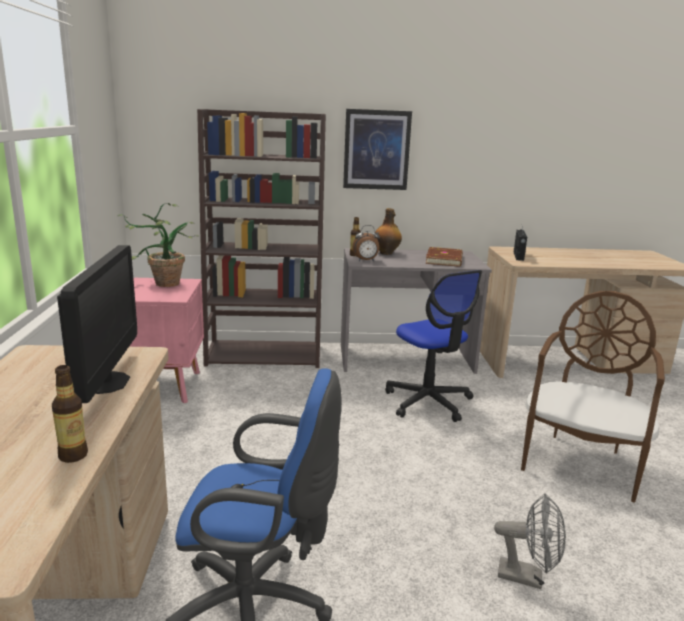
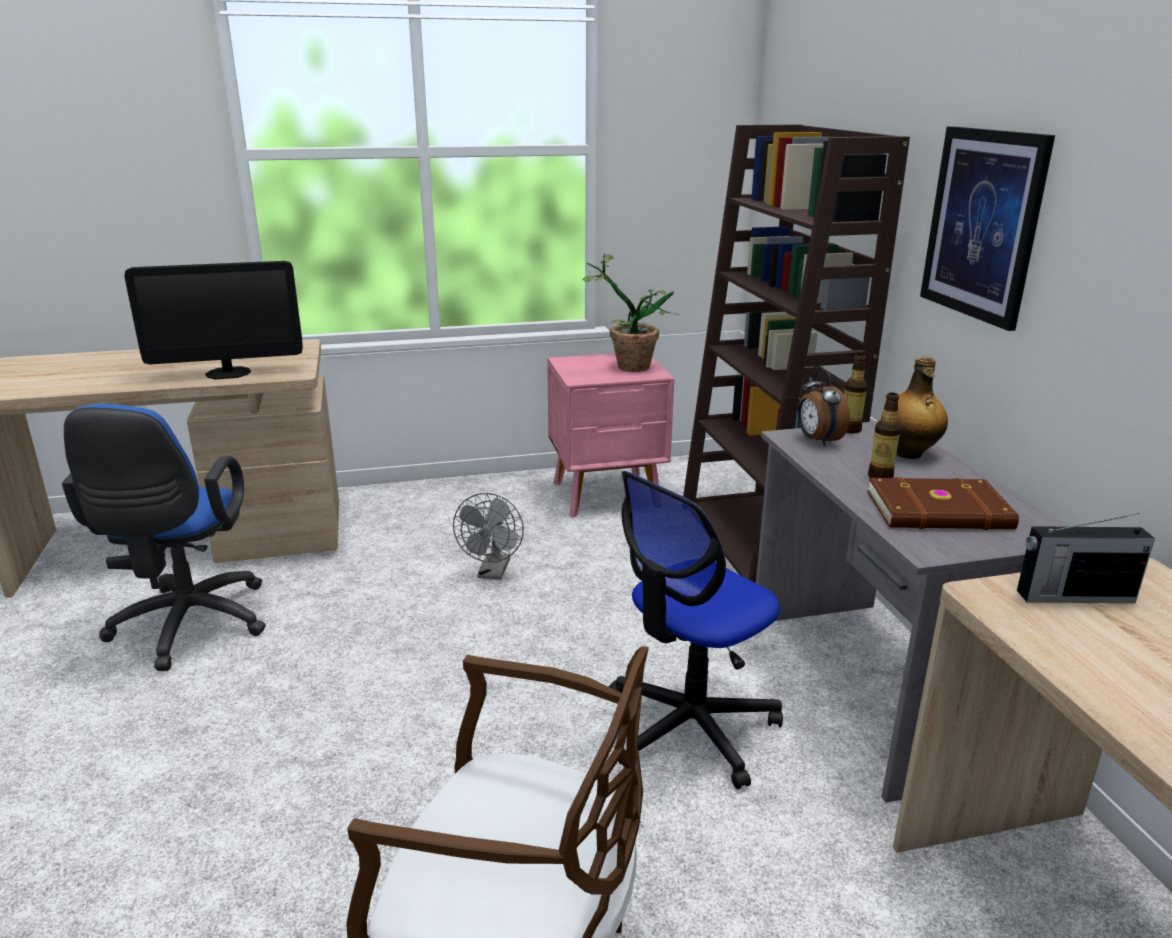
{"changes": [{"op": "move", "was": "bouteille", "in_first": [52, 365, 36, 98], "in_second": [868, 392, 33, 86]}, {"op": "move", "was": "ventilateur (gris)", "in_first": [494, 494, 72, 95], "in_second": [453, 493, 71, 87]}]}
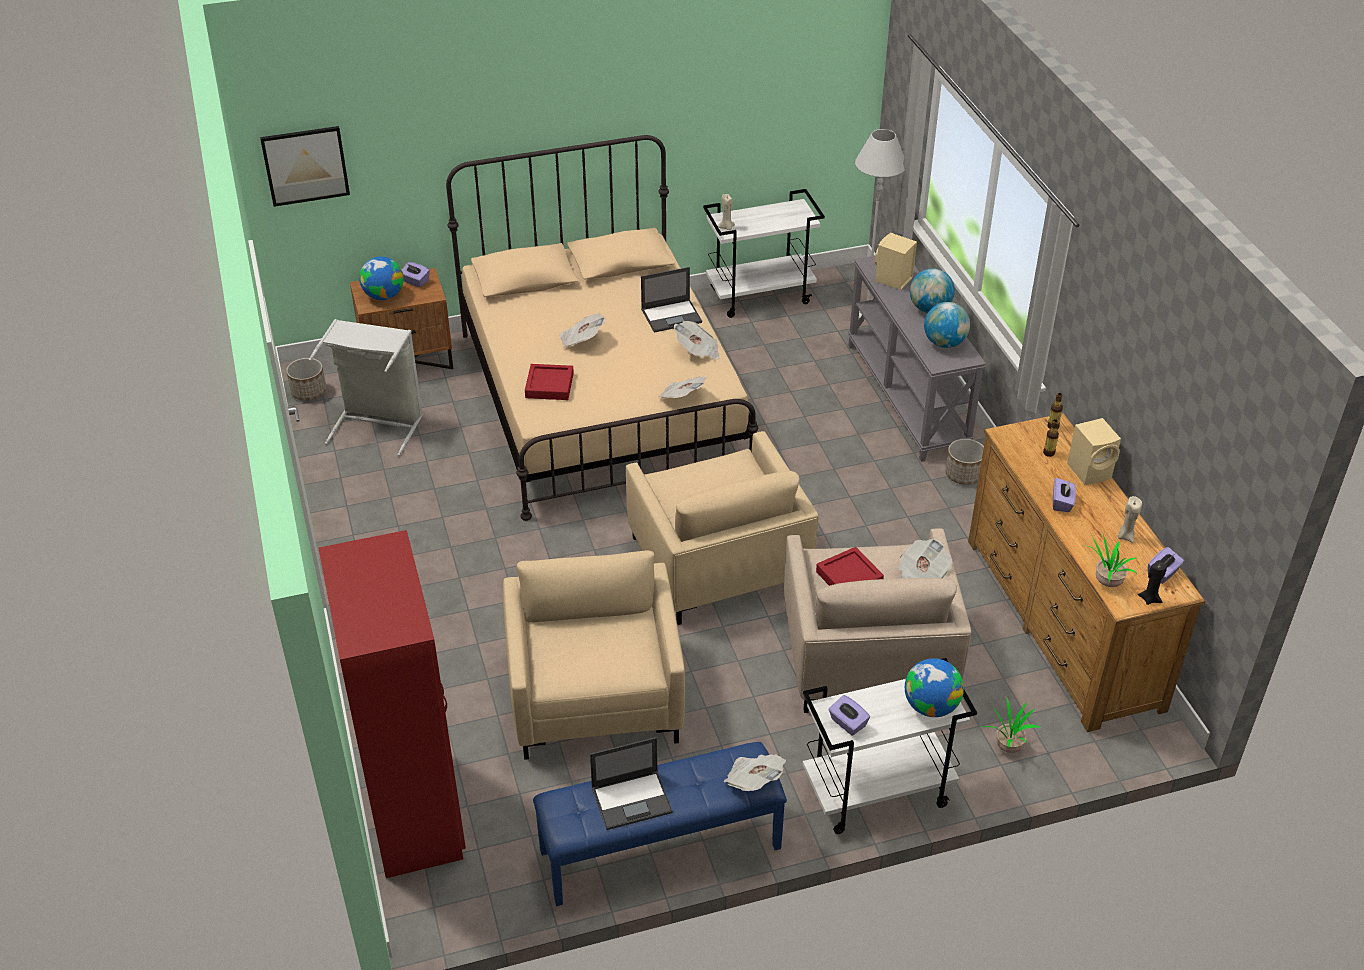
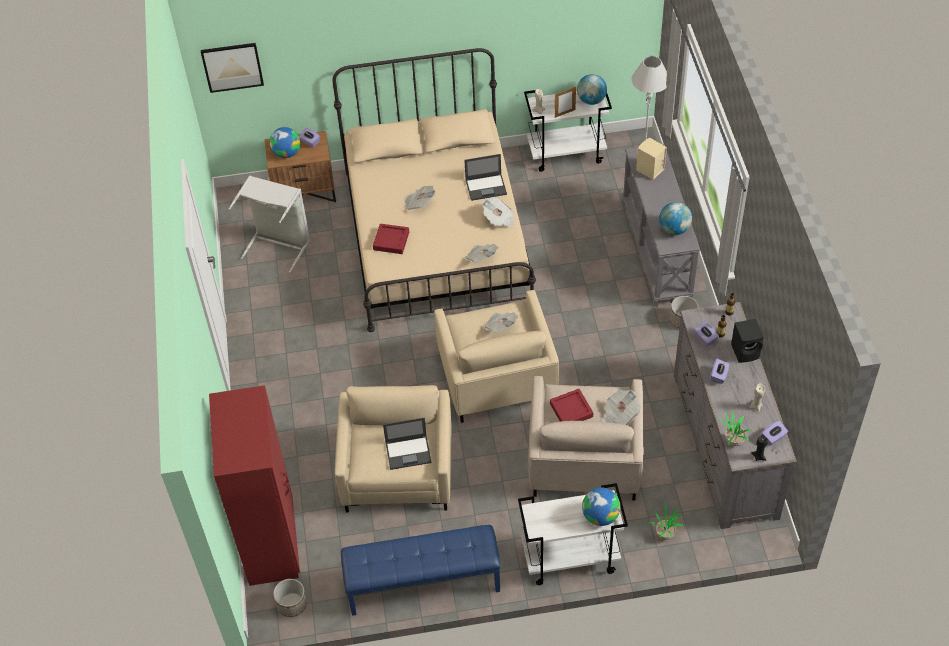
{"changes": [{"op": "move", "was": "cache-pot", "in_first": [286, 358, 40, 43], "in_second": [273, 579, 34, 38]}, {"op": "move", "was": "ordinateur portable", "in_first": [590, 737, 83, 93], "in_second": [383, 418, 48, 52]}, {"op": "move", "was": "journal", "in_first": [724, 754, 62, 37], "in_second": [483, 312, 36, 20]}, {"op": "move", "was": "boîte à mouchoirs (violet)", "in_first": [829, 695, 41, 41], "in_second": [694, 321, 25, 25]}, {"op": "move", "was": "globe", "in_first": [910, 268, 45, 45], "in_second": [577, 74, 30, 31]}, {"op": "recolor", "was": "commode (marron)", "now": "commode (gris)", "in_first": [968, 413, 238, 319], "in_second": [674, 302, 123, 227]}, {"op": "recolor", "was": "enceinte (beige)", "now": "enceinte (noir)", "in_first": [1067, 418, 54, 67], "in_second": [731, 319, 33, 44]}, {"op": "insert", "now": "cadre photo", "in_second": [555, 87, 21, 31]}]}
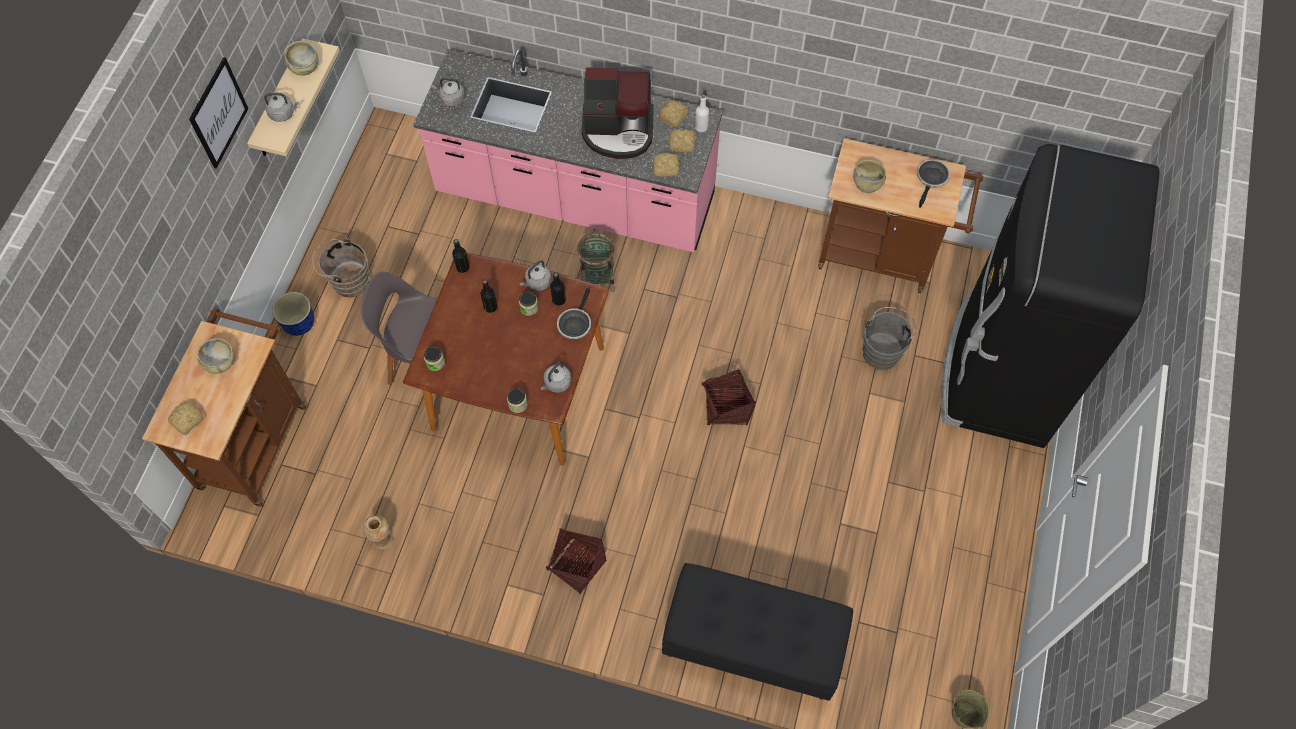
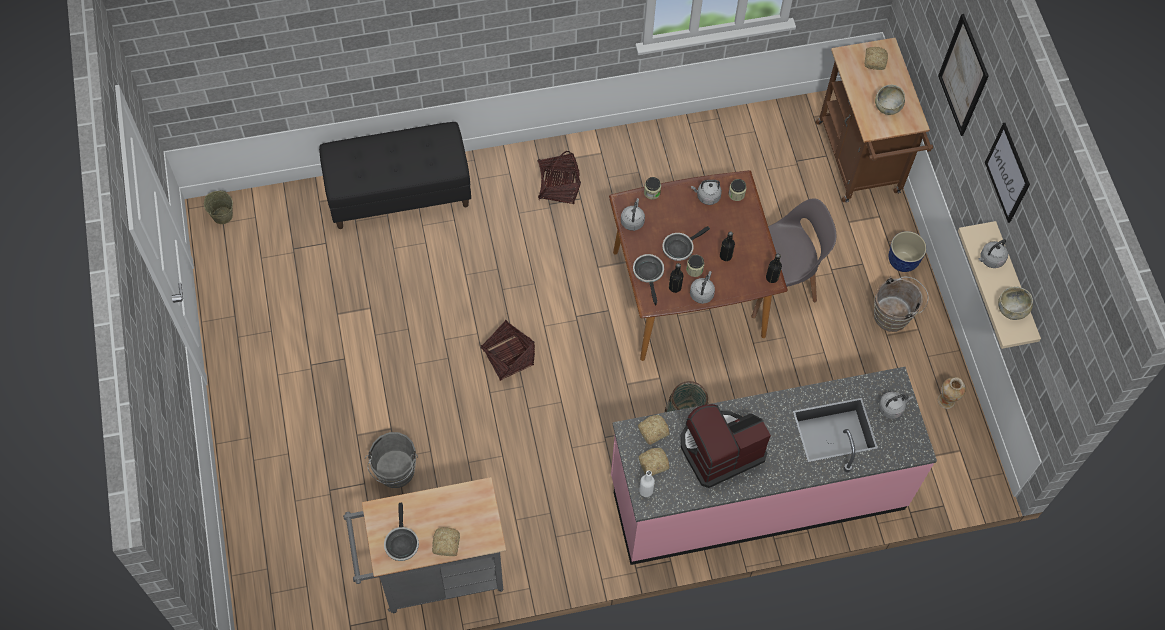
{"changes": [{"op": "move", "was": "vase", "in_first": [363, 515, 30, 34], "in_second": [938, 377, 28, 32]}, {"op": "move", "was": "pain", "in_first": [658, 100, 31, 27], "in_second": [432, 527, 28, 29]}, {"op": "recolor", "was": "chariot (marron)", "now": "chariot (gris)", "in_first": [818, 138, 165, 155], "in_second": [343, 477, 163, 136]}, {"op": "delete", "was": "bol (beige)", "in_first": [853, 160, 33, 33]}, {"op": "delete", "was": "réfrigérateur (noir)", "in_first": [941, 144, 218, 304]}, {"op": "insert", "now": "poêle", "in_second": [662, 226, 48, 35]}, {"op": "insert", "now": "bouilloire (gris)", "in_second": [691, 180, 31, 25]}, {"op": "insert", "now": "tableau", "in_second": [938, 14, 51, 122]}]}
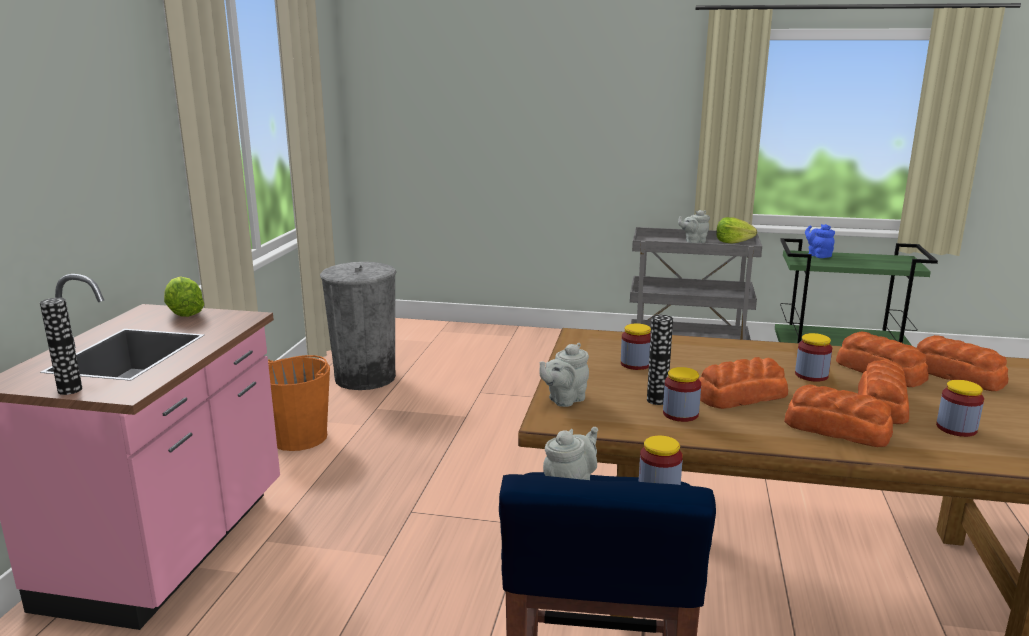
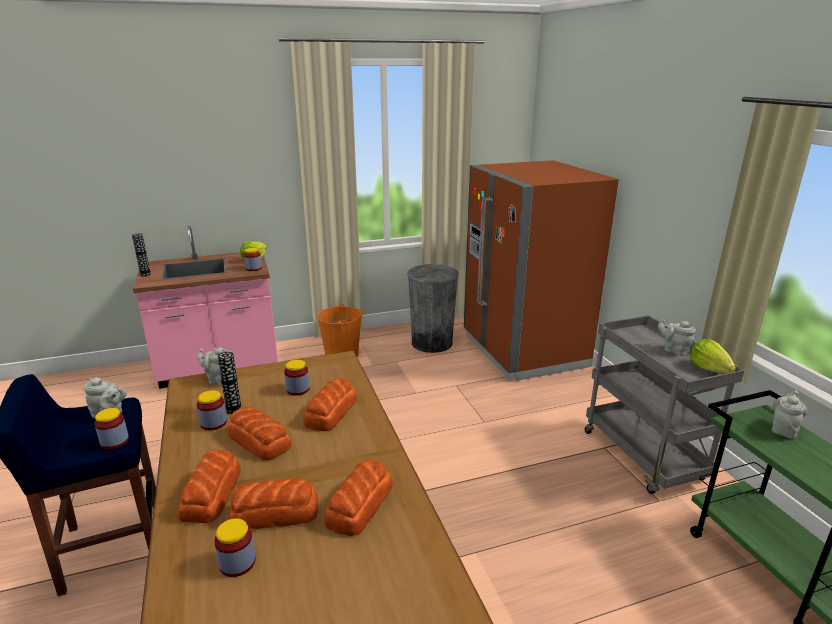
{"changes": [{"op": "move", "was": "bocal", "in_first": [795, 333, 37, 49], "in_second": [244, 248, 18, 23]}, {"op": "recolor", "was": "théière (bleu)", "now": "théière (gris)", "in_first": [805, 224, 30, 34], "in_second": [772, 390, 35, 49]}, {"op": "move", "was": "pain", "in_first": [917, 335, 92, 56], "in_second": [303, 378, 54, 53]}, {"op": "insert", "now": "réfrigérateur (marron)", "in_second": [464, 160, 155, 221]}]}
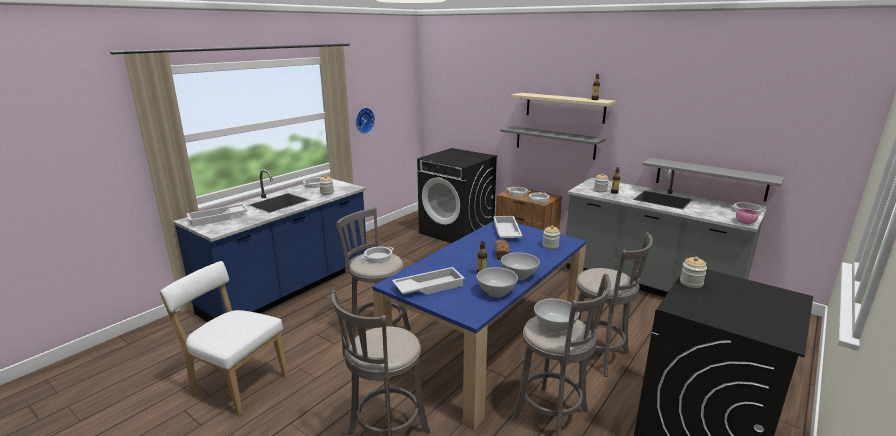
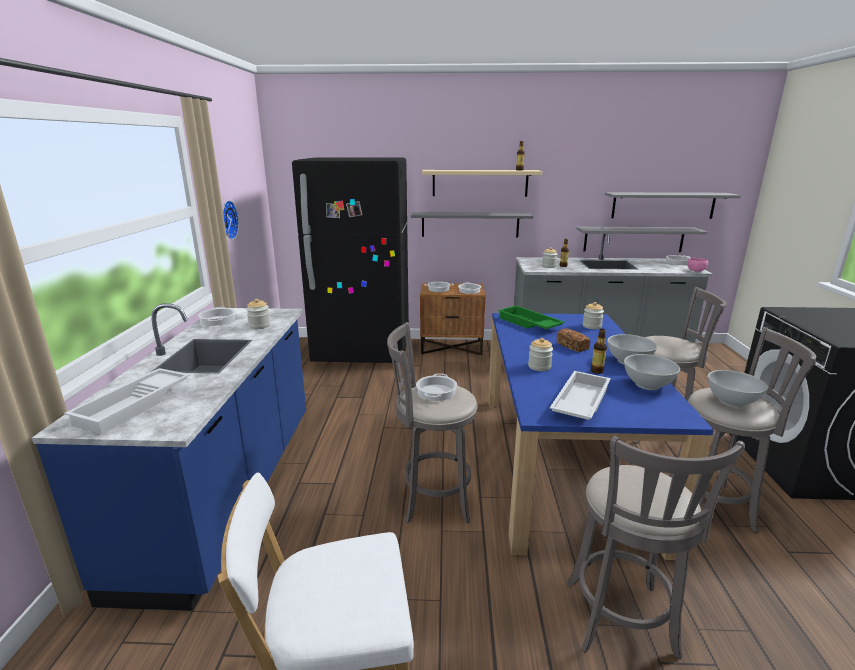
{"changes": [{"op": "replace", "was": "lave-linge (noir)", "now": "réfrigérateur (noir)", "in_first": [417, 148, 81, 95], "in_second": [292, 157, 117, 206]}, {"op": "recolor", "was": "plateau (blanc)", "now": "plateau (vert)", "in_first": [493, 216, 30, 22], "in_second": [498, 306, 67, 23]}, {"op": "move", "was": "bocal", "in_first": [680, 257, 27, 31], "in_second": [528, 338, 25, 33]}, {"op": "insert", "now": "étagère (gris)", "in_second": [605, 192, 136, 27]}]}
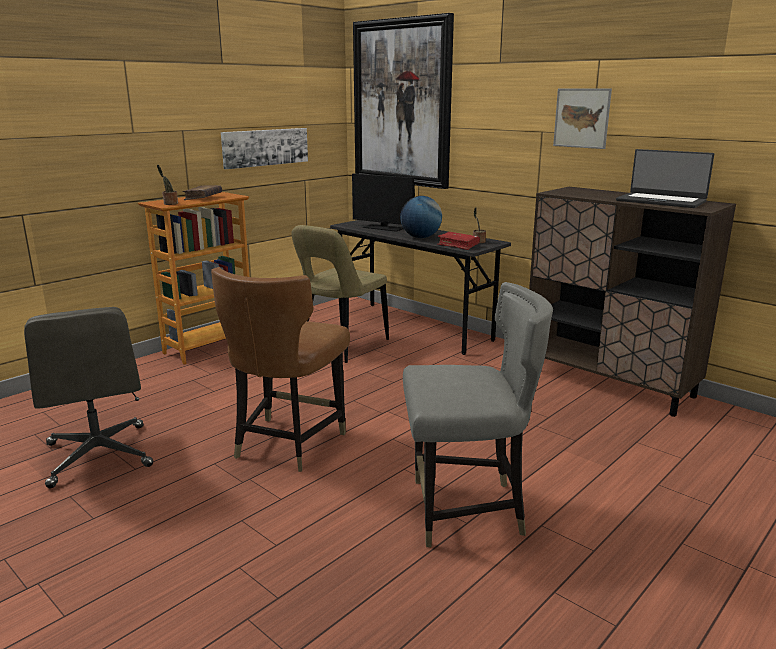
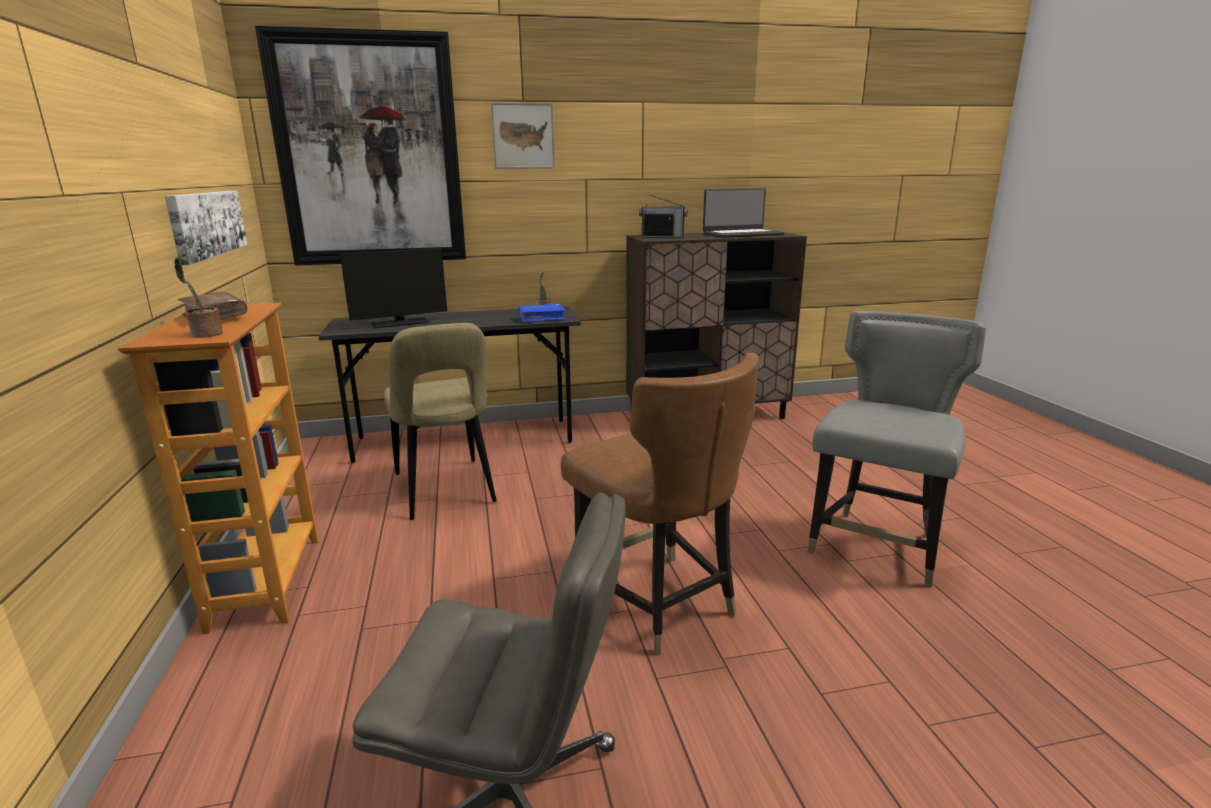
{"changes": [{"op": "delete", "was": "globe", "in_first": [400, 196, 42, 42]}, {"op": "recolor", "was": "livre (rouge)", "now": "livre (bleu)", "in_first": [437, 232, 43, 18], "in_second": [518, 304, 48, 19]}, {"op": "move", "was": "tableau", "in_first": [553, 88, 59, 61], "in_second": [491, 103, 64, 66]}, {"op": "insert", "now": "radio", "in_second": [639, 194, 49, 44]}]}
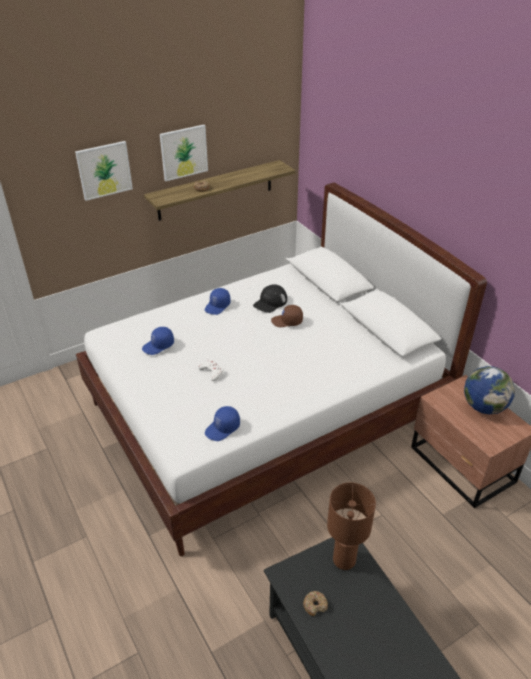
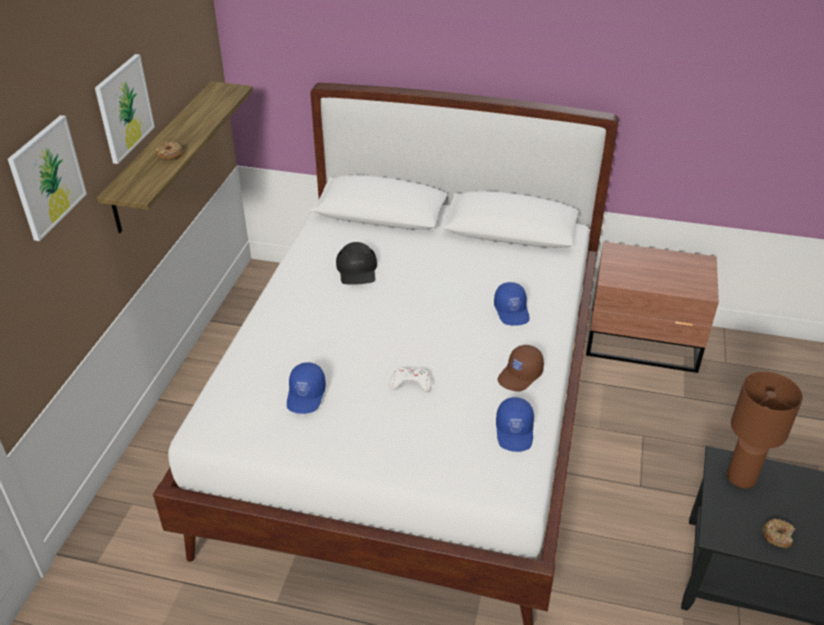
{"changes": [{"op": "move", "was": "casquette (bleu)", "in_first": [205, 288, 26, 27], "in_second": [494, 282, 35, 44]}, {"op": "move", "was": "casquette (marron)", "in_first": [271, 305, 32, 22], "in_second": [498, 345, 46, 47]}, {"op": "delete", "was": "globe", "in_first": [464, 366, 51, 48]}]}
